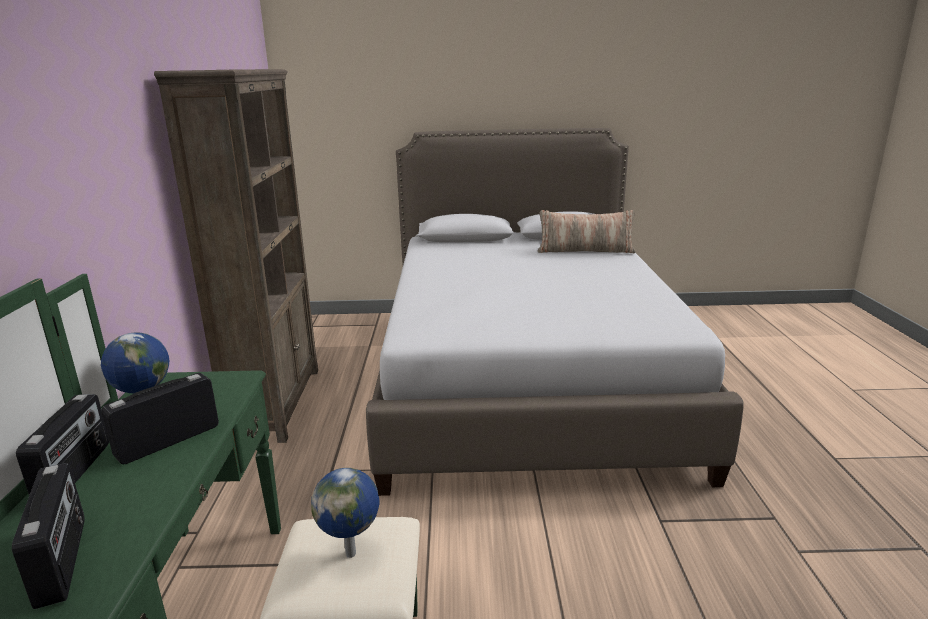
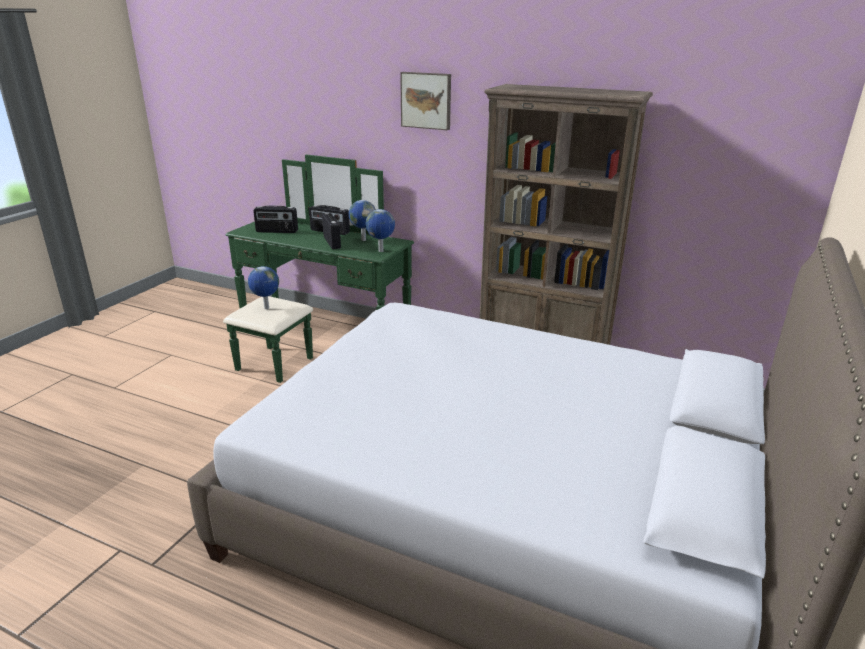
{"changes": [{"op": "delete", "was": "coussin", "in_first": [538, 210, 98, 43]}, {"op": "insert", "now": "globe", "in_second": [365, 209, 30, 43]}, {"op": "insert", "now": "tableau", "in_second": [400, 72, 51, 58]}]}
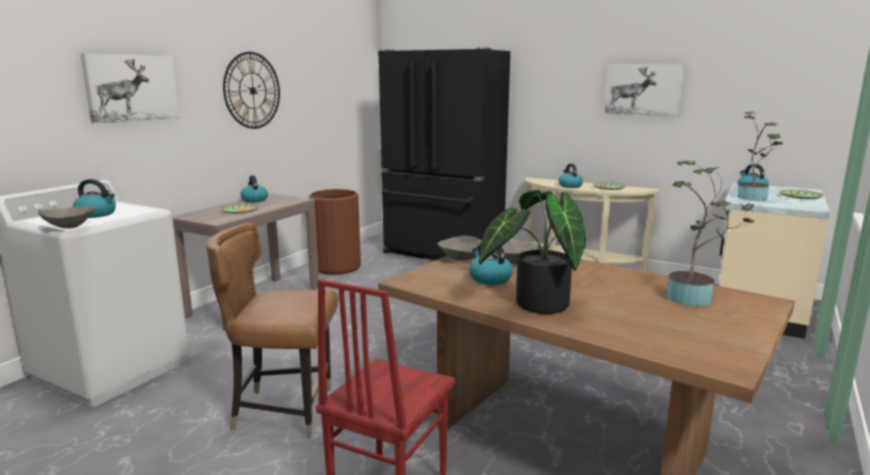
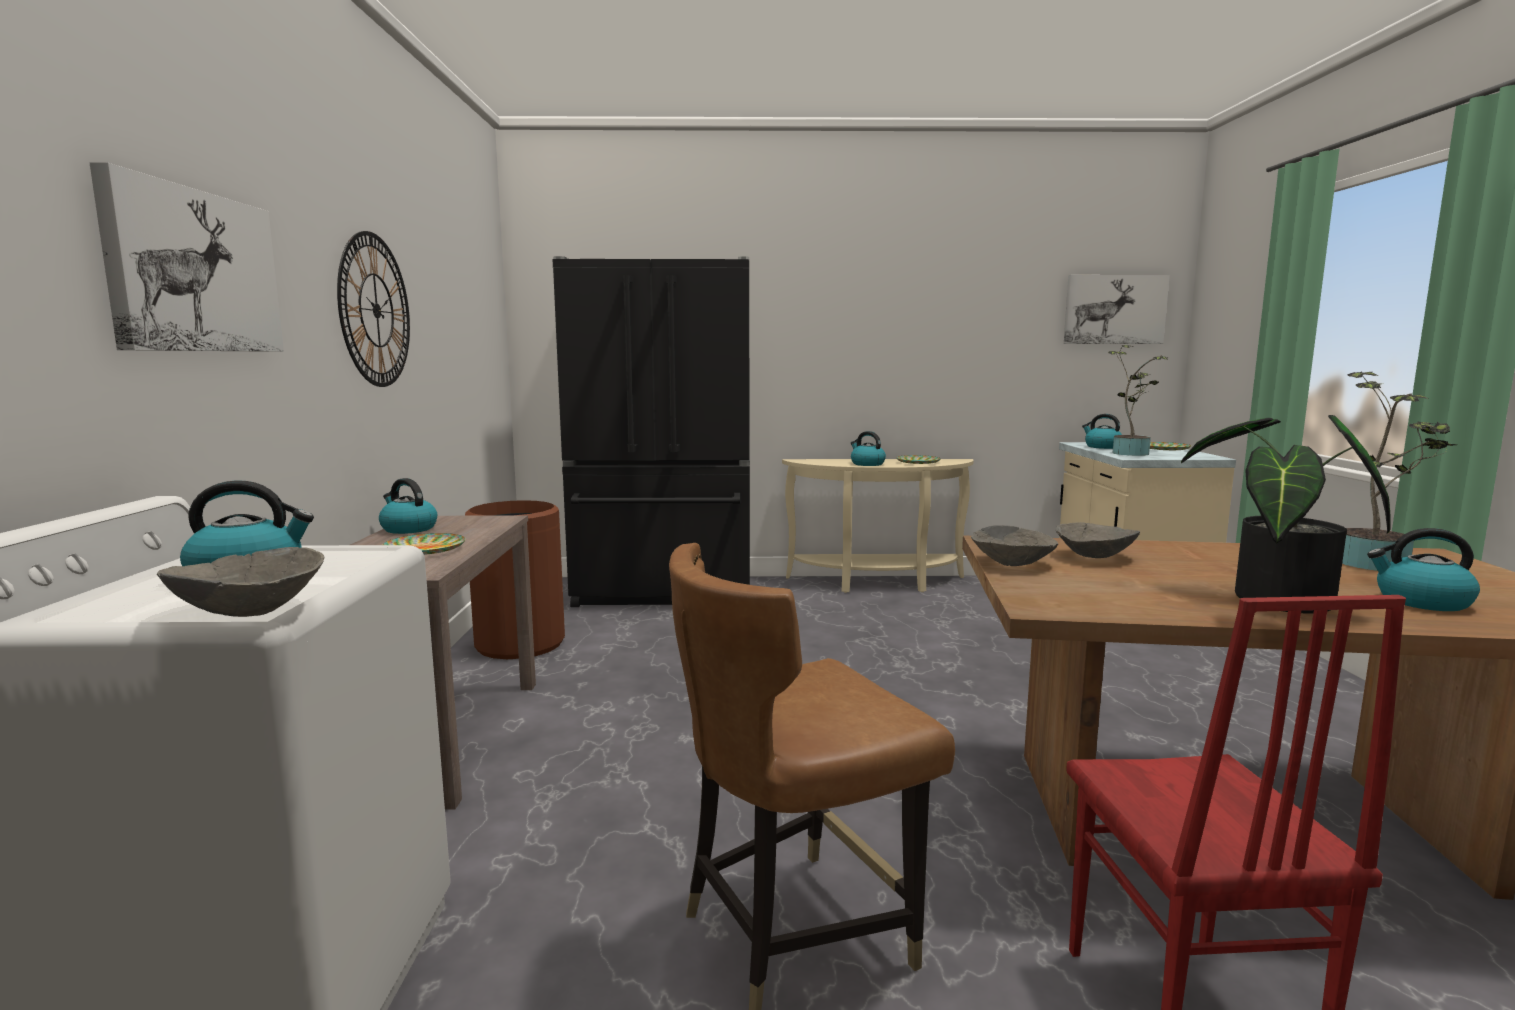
{"changes": [{"op": "move", "was": "bouilloire", "in_first": [469, 242, 44, 43], "in_second": [1367, 528, 113, 83]}, {"op": "move", "was": "tableau", "in_first": [605, 64, 81, 52], "in_second": [1064, 275, 106, 69]}]}
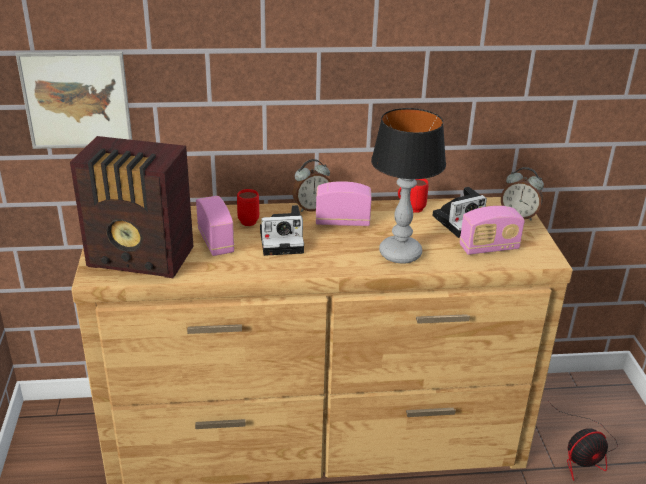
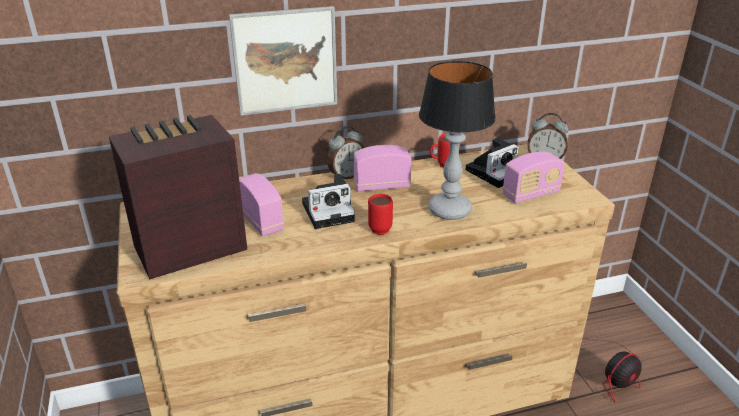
{"changes": [{"op": "move", "was": "tableau", "in_first": [16, 51, 116, 98], "in_second": [229, 6, 108, 110]}, {"op": "rotate", "was": "radio", "in_first": [70, 136, 123, 142], "in_second": [109, 115, 138, 164], "clockwise": 150}, {"op": "move", "was": "mug (rouge)", "in_first": [237, 189, 22, 37], "in_second": [368, 194, 25, 41]}]}
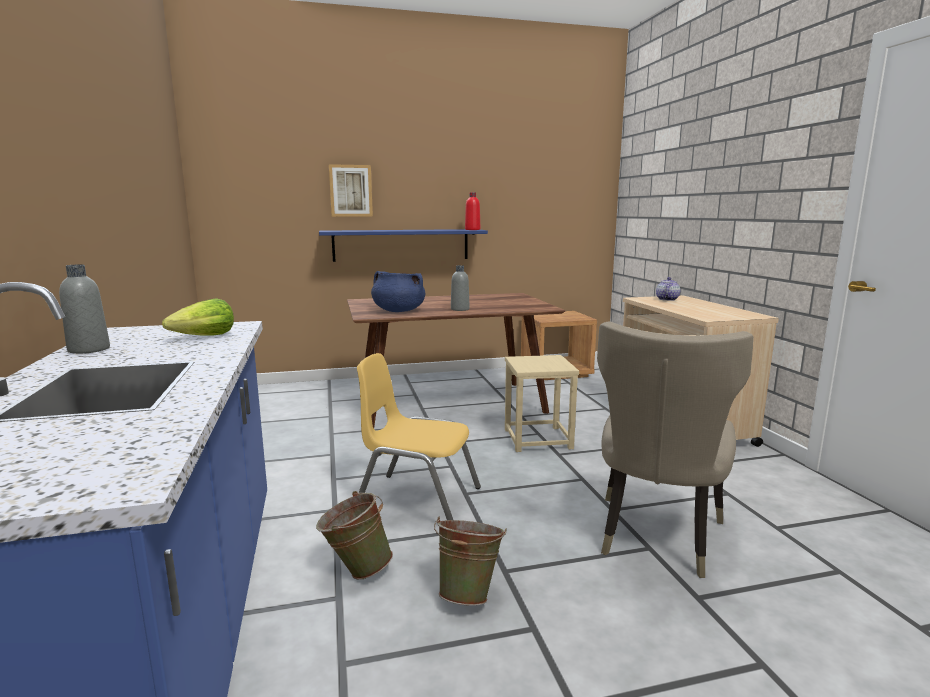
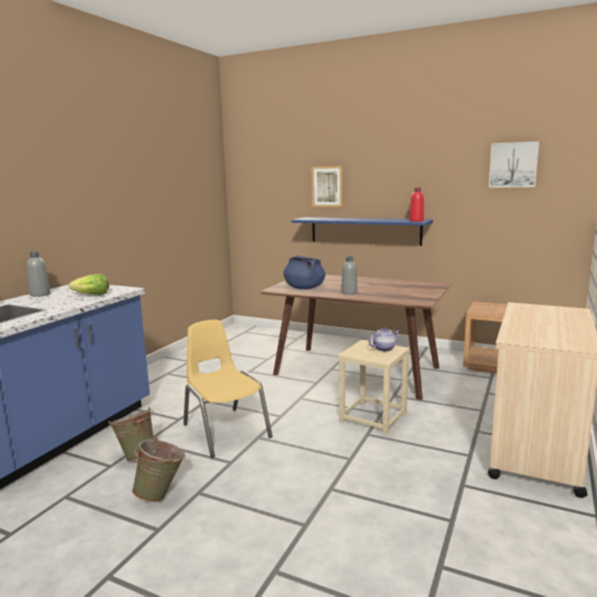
{"changes": [{"op": "delete", "was": "chaise (beige)", "in_first": [597, 321, 157, 257]}, {"op": "move", "was": "théière", "in_first": [656, 277, 24, 24], "in_second": [369, 327, 31, 24]}, {"op": "insert", "now": "tableau", "in_second": [489, 141, 50, 47]}]}
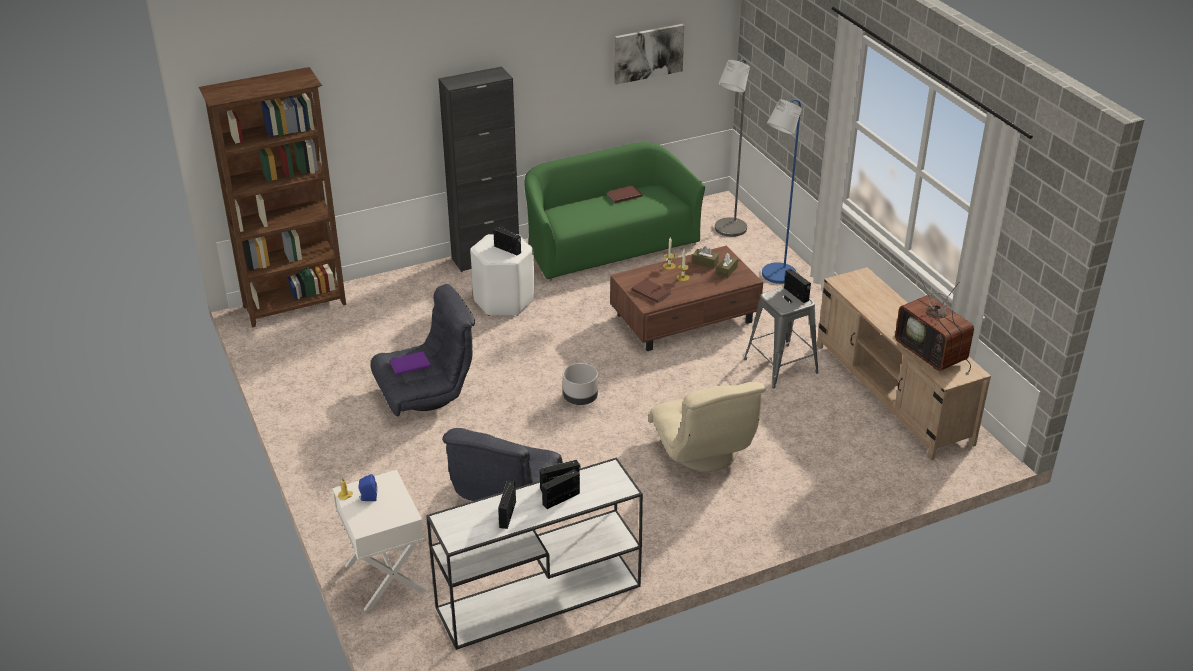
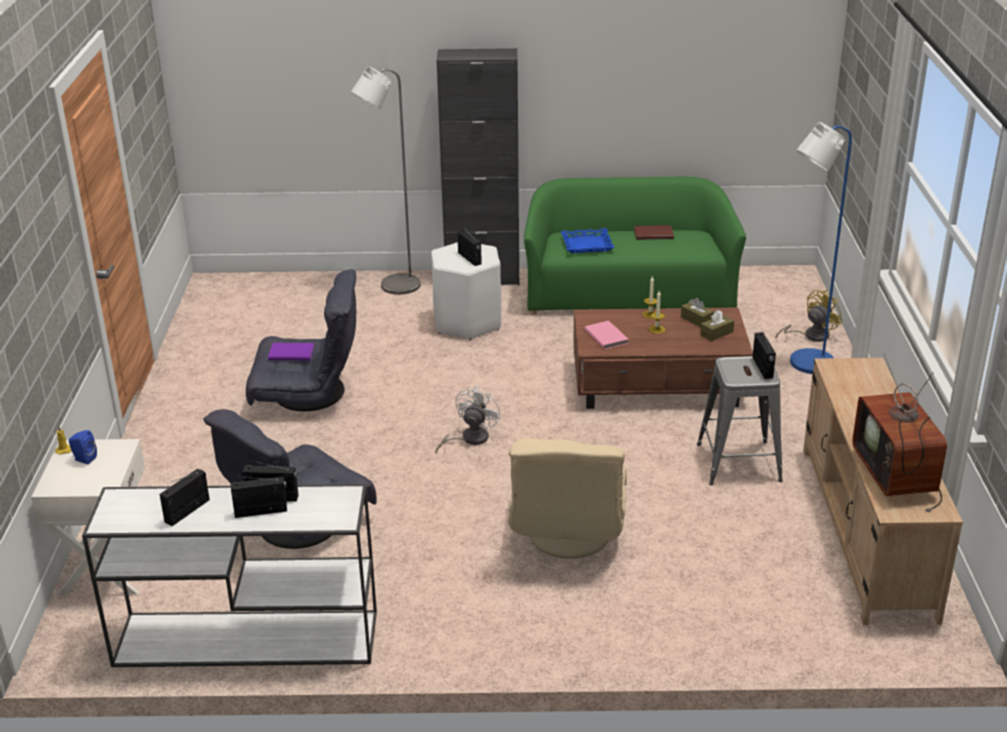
{"changes": [{"op": "delete", "was": "bibliothèque (marron)", "in_first": [199, 67, 147, 261]}, {"op": "replace", "was": "cache-pot (gris)", "now": "ventilateur (blanc)", "in_first": [563, 363, 35, 42], "in_second": [435, 386, 66, 67]}, {"op": "delete", "was": "tableau", "in_first": [614, 24, 71, 61]}, {"op": "recolor", "was": "livre (marron)", "now": "livre (rose)", "in_first": [631, 279, 40, 24], "in_second": [584, 321, 45, 28]}, {"op": "move", "was": "lampadaire (gris)", "in_first": [715, 59, 35, 178], "in_second": [351, 66, 70, 229]}, {"op": "insert", "now": "plateau (bleu)", "in_second": [561, 228, 53, 25]}, {"op": "insert", "now": "ventilateur (jaune)", "in_second": [775, 290, 68, 52]}]}
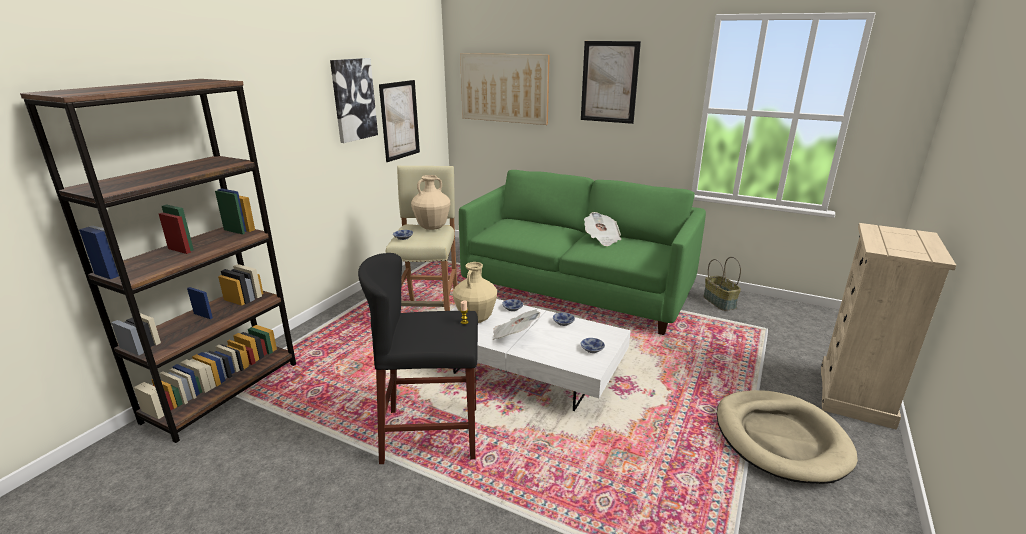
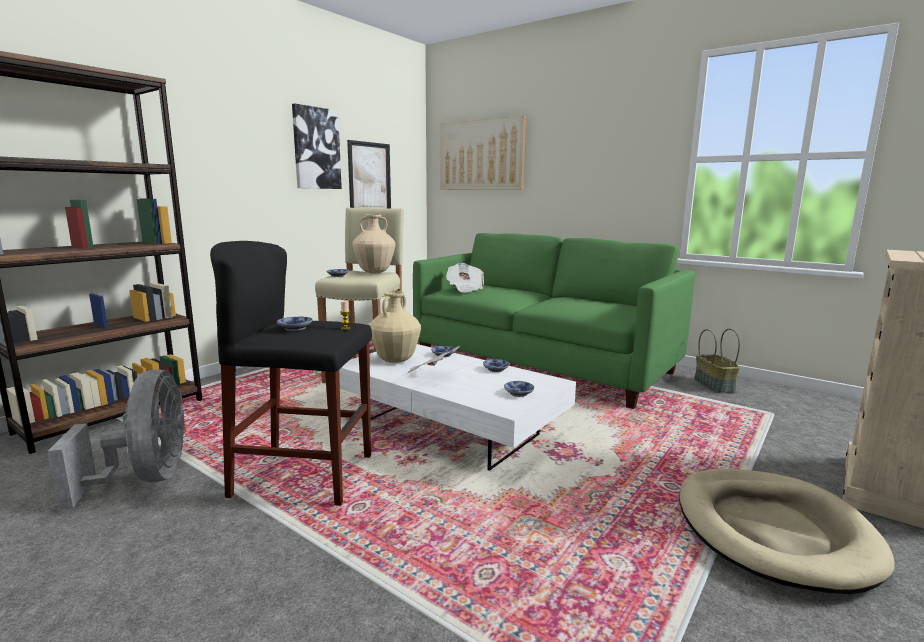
{"changes": [{"op": "delete", "was": "tableau", "in_first": [581, 41, 60, 83]}, {"op": "move", "was": "journal", "in_first": [584, 212, 37, 34], "in_second": [446, 263, 38, 30]}, {"op": "insert", "now": "ventilateur (gris)", "in_second": [47, 369, 139, 141]}, {"op": "insert", "now": "bol", "in_second": [277, 317, 36, 14]}]}
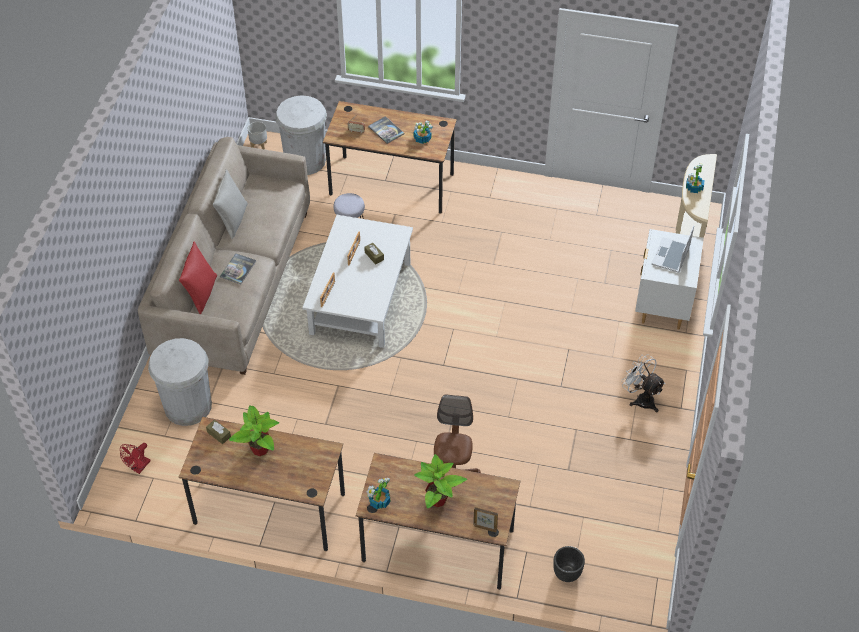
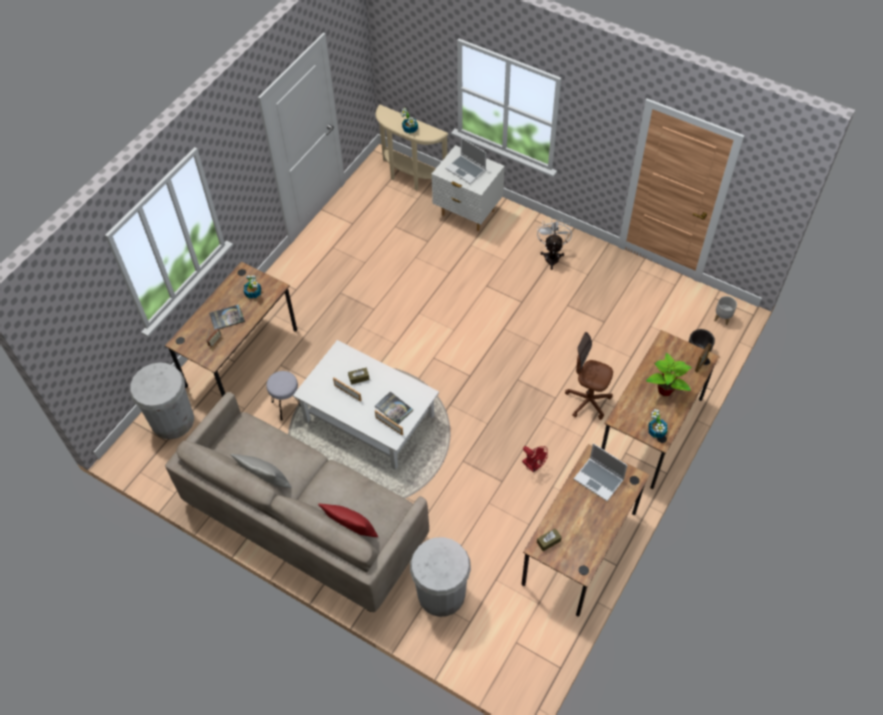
{"changes": [{"op": "move", "was": "ventilateur (rouge)", "in_first": [120, 443, 31, 31], "in_second": [522, 446, 26, 27]}, {"op": "move", "was": "livre", "in_first": [220, 253, 36, 31], "in_second": [375, 391, 38, 33]}, {"op": "delete", "was": "plante en pot", "in_first": [229, 405, 50, 51]}, {"op": "move", "was": "cache-pot (gris)", "in_first": [248, 122, 19, 28], "in_second": [714, 296, 23, 29]}, {"op": "rotate", "was": "ventilateur (blanc)", "in_first": [622, 354, 43, 58], "in_second": [537, 218, 35, 52], "clockwise": 120}, {"op": "insert", "now": "ordinateur portable", "in_second": [574, 443, 54, 58]}]}
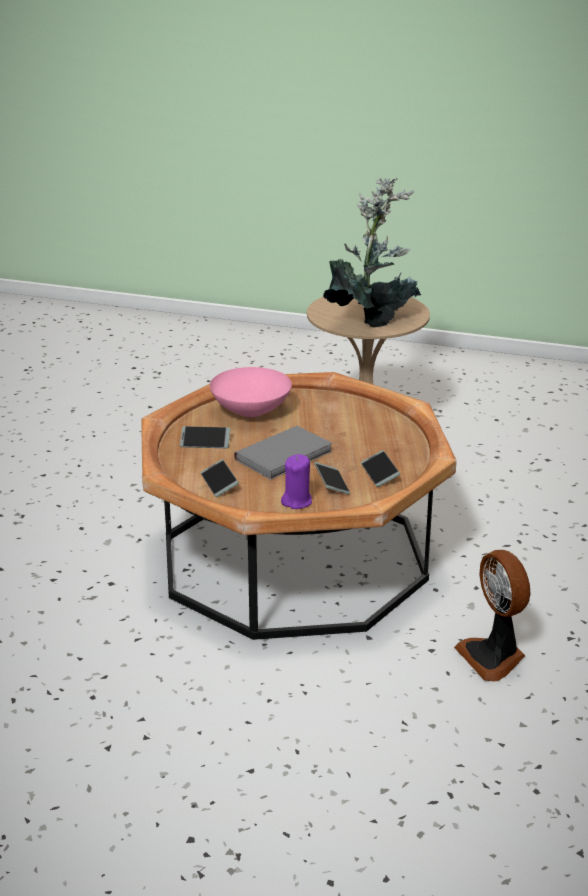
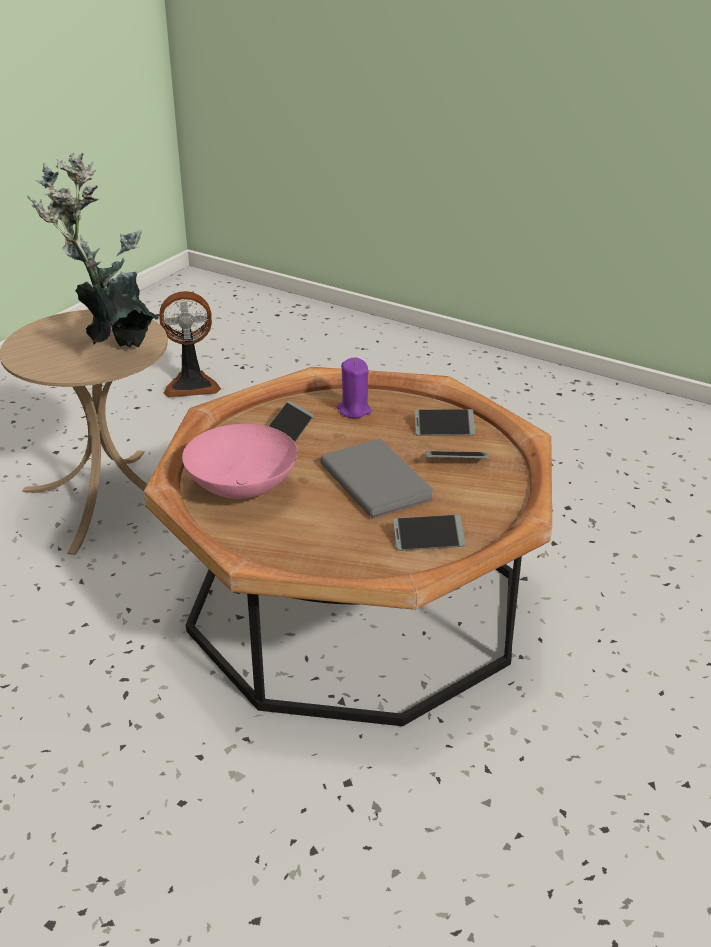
{"changes": [{"op": "move", "was": "téléphone", "in_first": [180, 426, 50, 22], "in_second": [268, 401, 46, 41]}, {"op": "move", "was": "bougie (violet)", "in_first": [281, 454, 31, 55], "in_second": [337, 358, 34, 60]}, {"op": "move", "was": "ventilateur", "in_first": [454, 550, 77, 132], "in_second": [159, 291, 62, 106]}]}
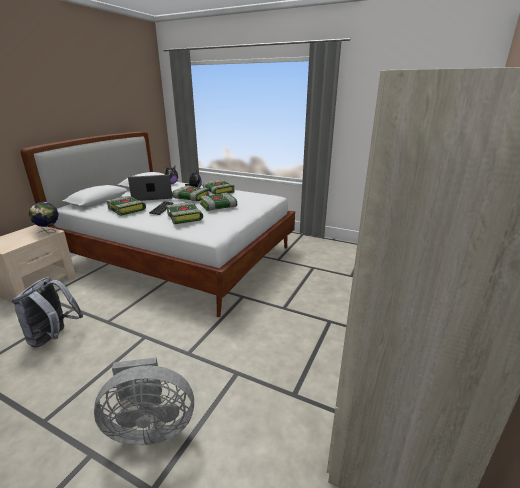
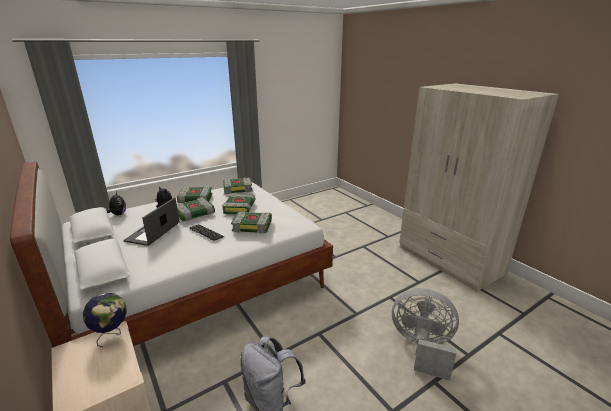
{"changes": [{"op": "rotate", "was": "ventilateur (gris)", "in_first": [94, 357, 100, 88], "in_second": [392, 288, 67, 92], "clockwise": -90}, {"op": "move", "was": "livre", "in_first": [107, 196, 39, 20], "in_second": [223, 178, 30, 16]}]}
